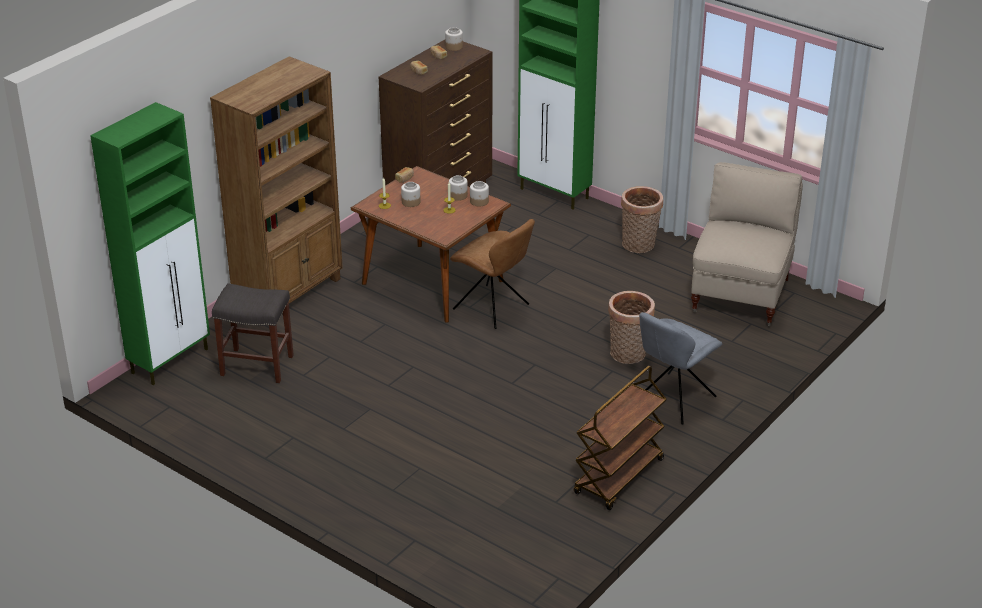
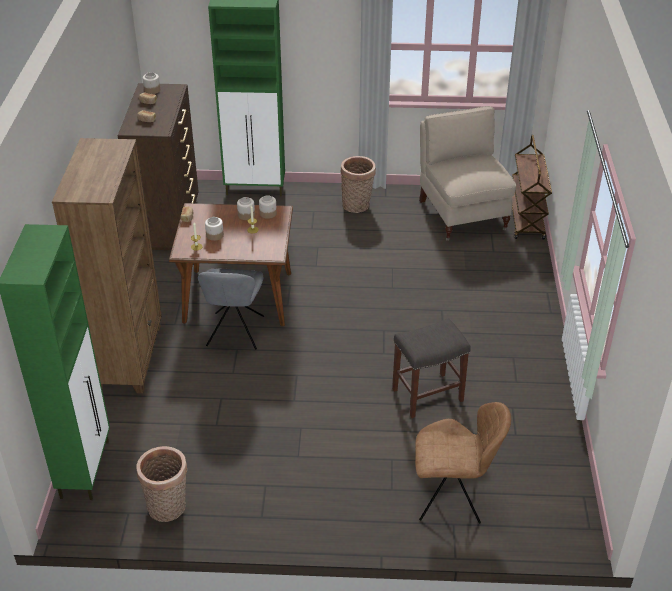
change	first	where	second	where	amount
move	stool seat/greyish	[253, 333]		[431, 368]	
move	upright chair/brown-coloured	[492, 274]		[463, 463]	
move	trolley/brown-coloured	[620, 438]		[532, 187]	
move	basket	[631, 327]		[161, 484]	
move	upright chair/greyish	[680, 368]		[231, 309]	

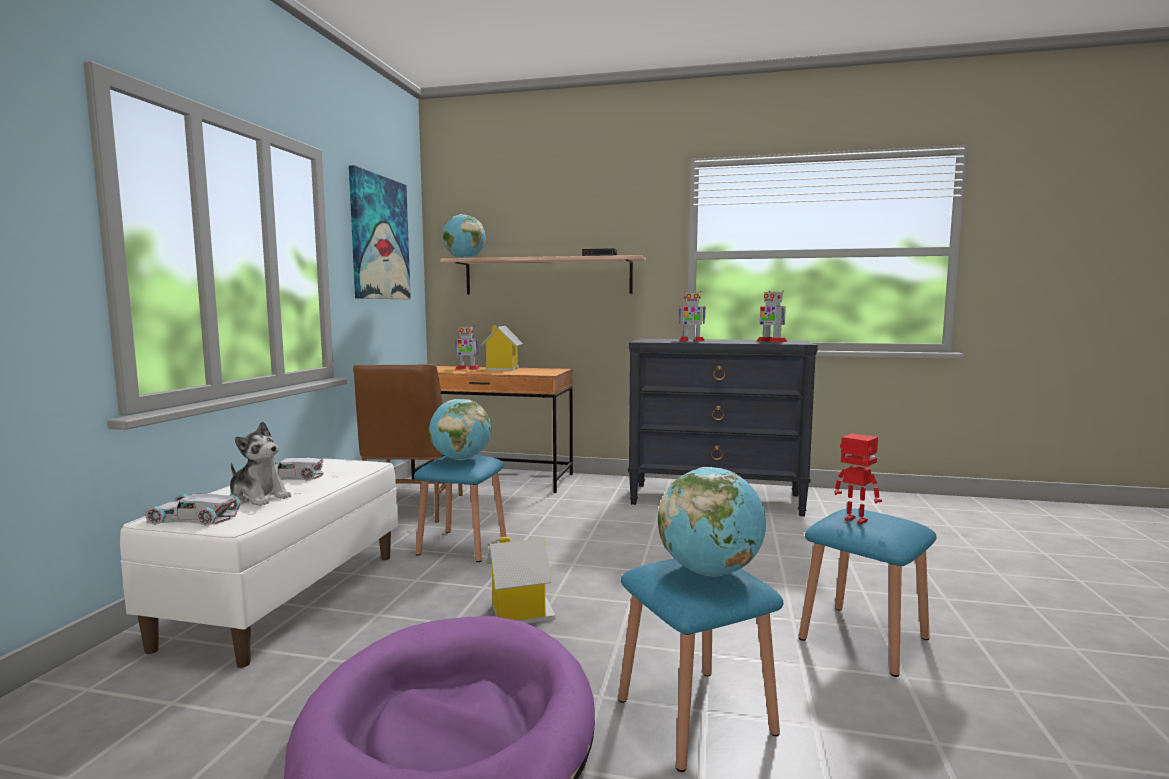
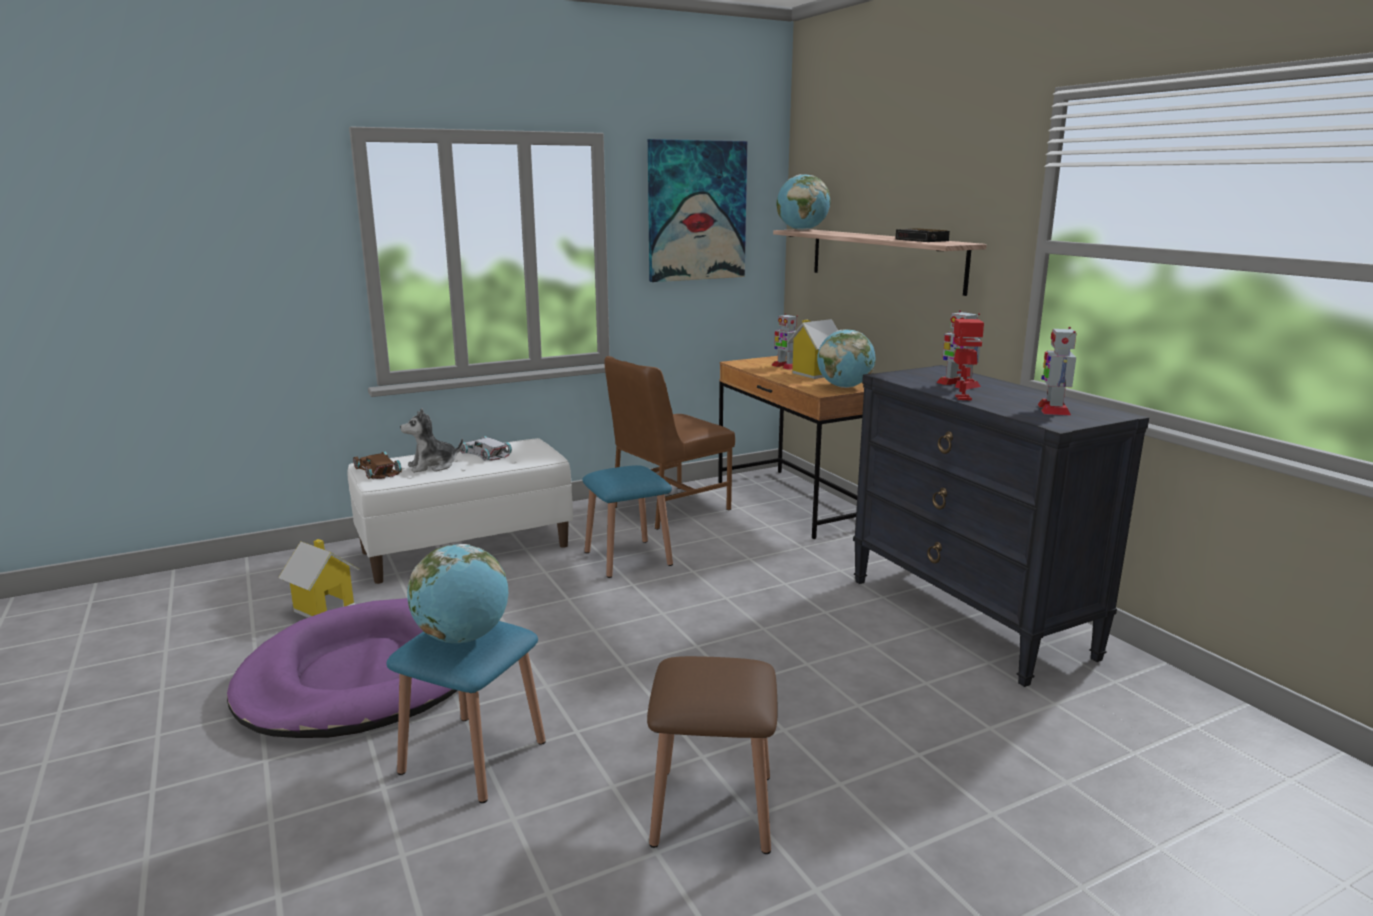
change	first	where	second	where	amount
recolor	toy car/white	[193, 510]	toy car/brown-coloured	[377, 465]	
rotate	plush toy	[260, 463]		[431, 440]	75 degrees clockwise
move	desk globe	[460, 429]		[846, 358]	
move	toy house	[520, 580]		[318, 578]	
recolor	stool seat/blue	[868, 592]	stool seat/brown-coloured	[712, 755]	
move	model robot	[858, 478]		[969, 360]	

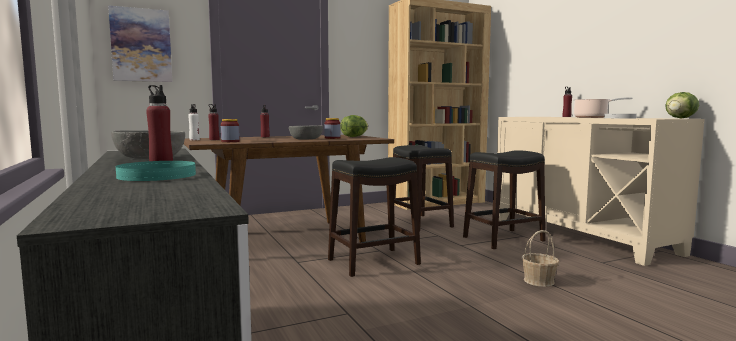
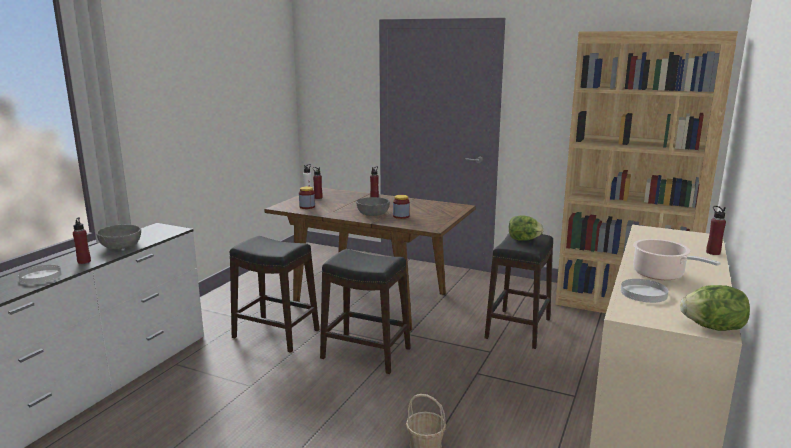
change	first	where	second	where	amount
delete	picture	[140, 43]			
recolor	flat dish/turquoise-coloured	[156, 171]	flat dish/white	[39, 274]	
move	head of lettuce	[354, 126]		[526, 228]	
move	stool seat/black	[504, 199]		[274, 294]	

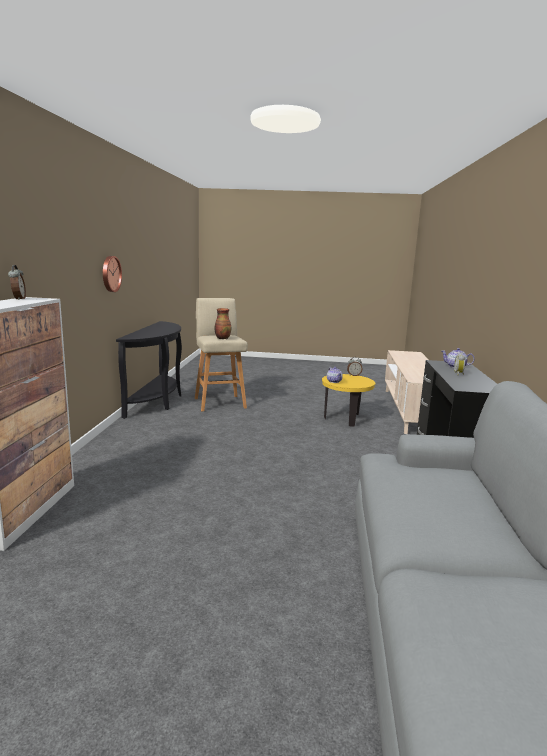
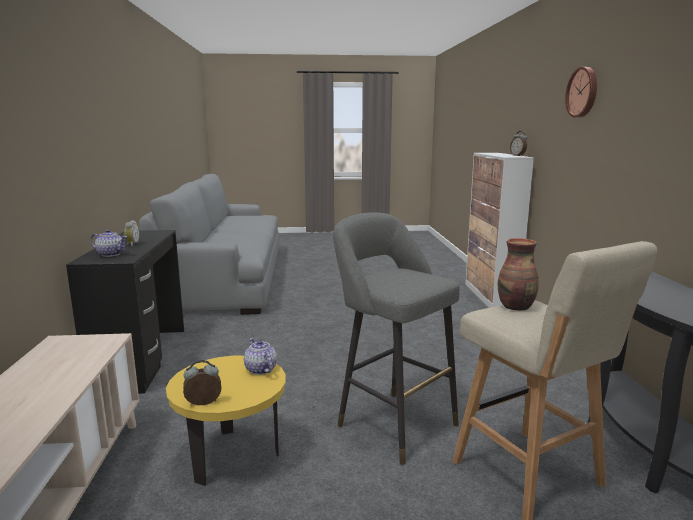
change	first	where	second	where	amount
move	clock on the wall	[112, 274]		[581, 92]	
insert			stool seat/greyish	[396, 338]	

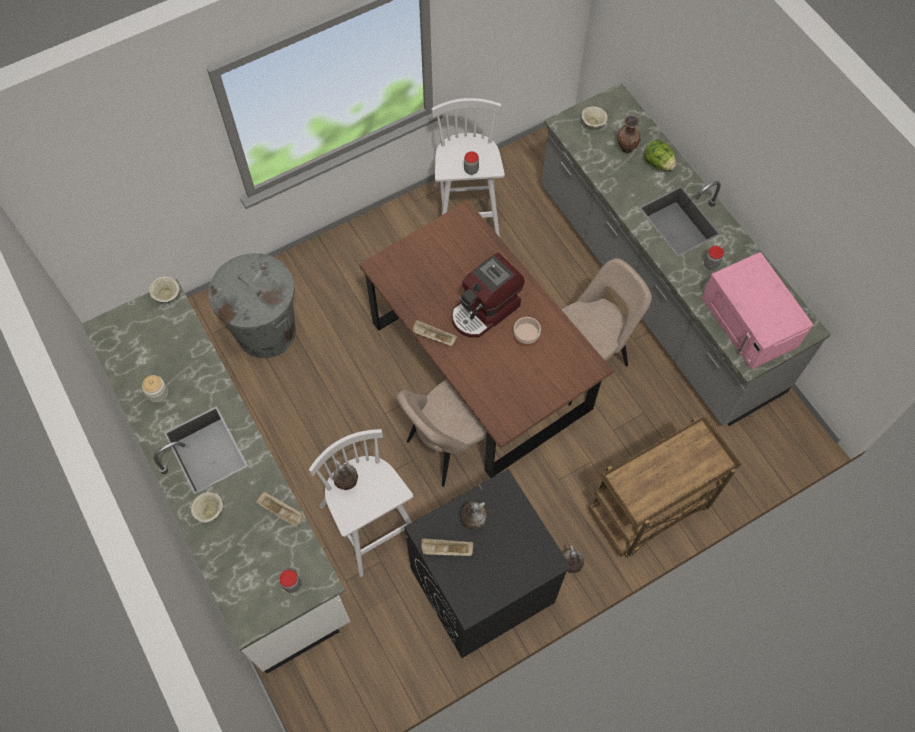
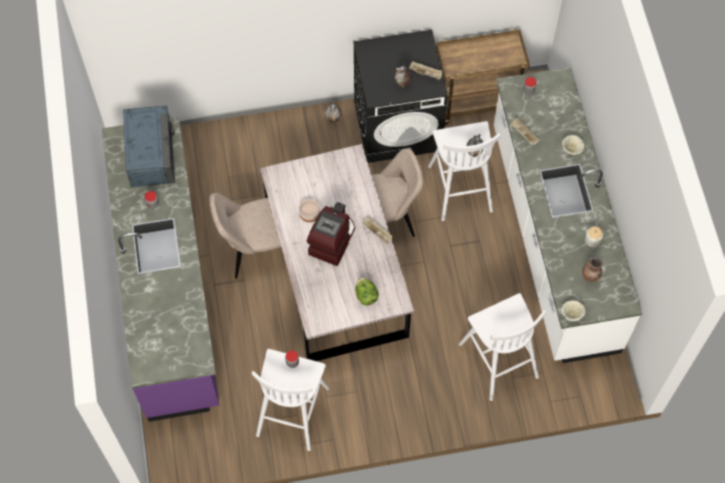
change	first	where	second	where	amount
replace	rubbish bin/greyish	[252, 305]	stool seat/white	[502, 347]	
recolor	dinner table/brown-coloured	[486, 339]	dinner table/greyish	[337, 252]	
rotate	coffee brewer	[488, 295]		[331, 234]	45 degrees counterclockwise
recolor	kitchen counter/greyish	[686, 254]	kitchen counter/purplish	[160, 269]	
delete	serving bowl/sand-coloured	[595, 117]			
move	trolley/brown-coloured	[665, 486]		[483, 77]	
move	vase/brown-coloured	[629, 134]		[592, 269]	
move	head of lettuce	[660, 155]		[367, 291]	
recolor	kitchen microwave/pink-coloured	[757, 311]	kitchen microwave/blue	[149, 146]	

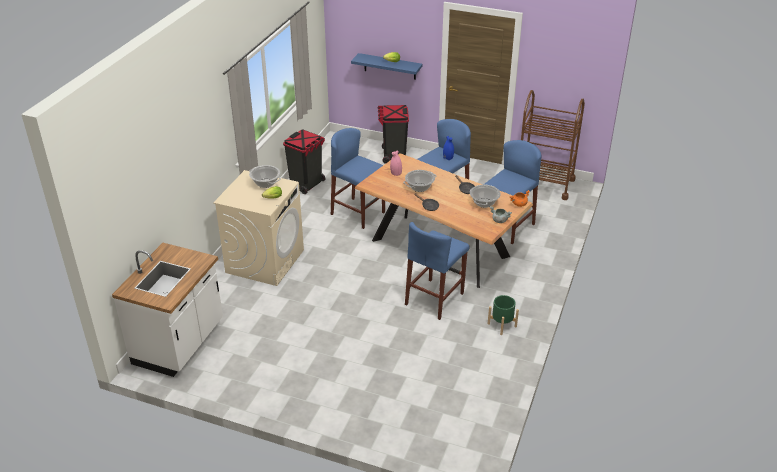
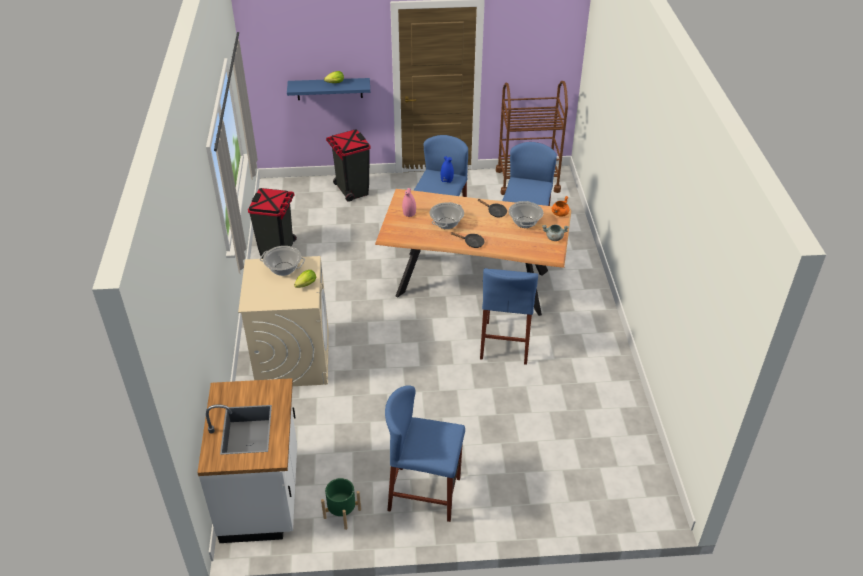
change	first	where	second	where	amount
move	stool seat/blue	[358, 178]		[425, 453]	
move	plant pot/greenish	[503, 315]		[341, 504]	

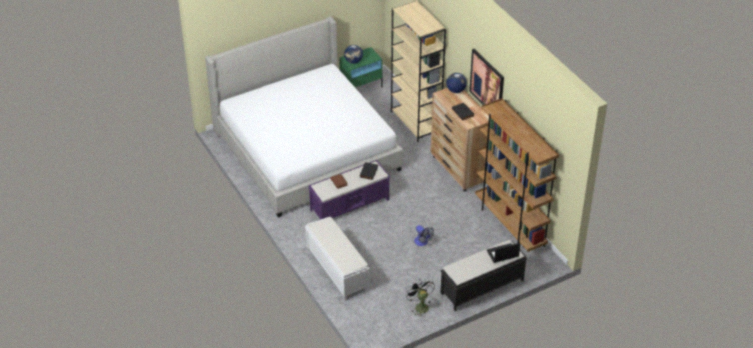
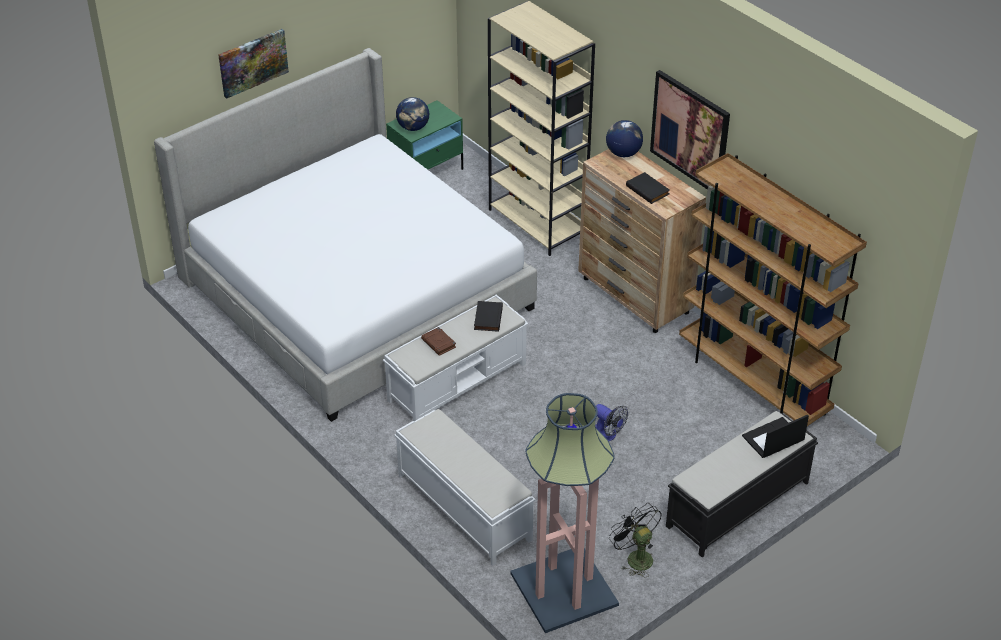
change	first	where	second	where	amount
recolor	long seat/purplish	[349, 189]	long seat/white	[455, 358]	
insert			picture	[253, 64]	
insert			standing lamp	[564, 513]	

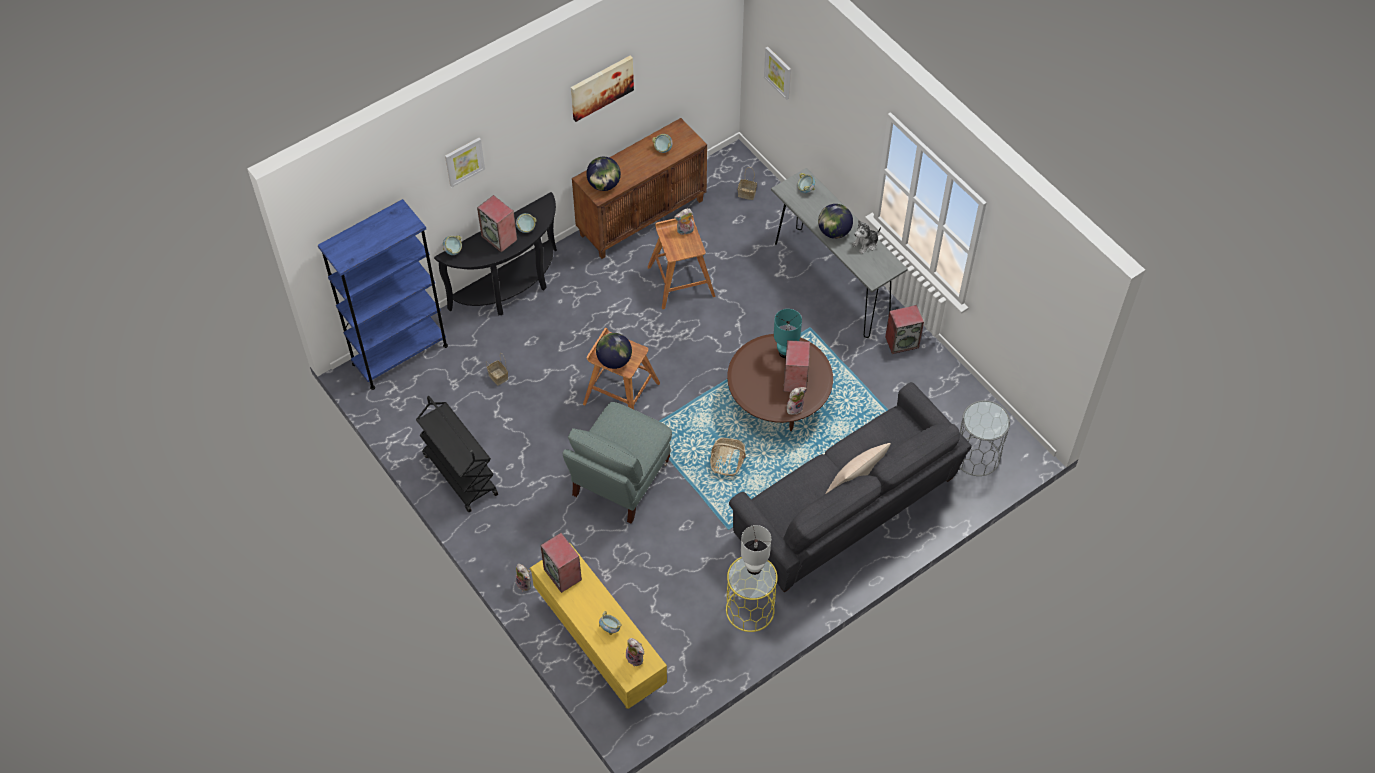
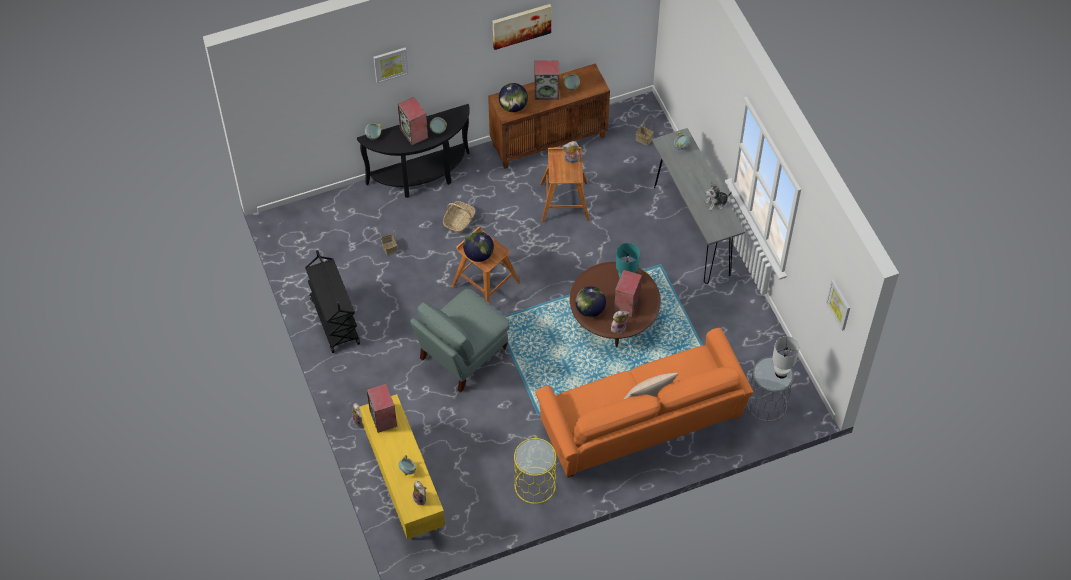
change	first	where	second	where	amount
delete	bookcase/blue	[383, 294]			
move	basket	[728, 457]		[459, 217]	
recolor	sofa/greyish	[850, 487]	sofa/orangey	[644, 403]	
move	lamp for a table/white	[756, 550]		[785, 357]	
move	picture	[777, 73]		[838, 305]	
move	desk globe	[835, 221]		[590, 302]	
move	speaker	[904, 329]		[547, 80]	

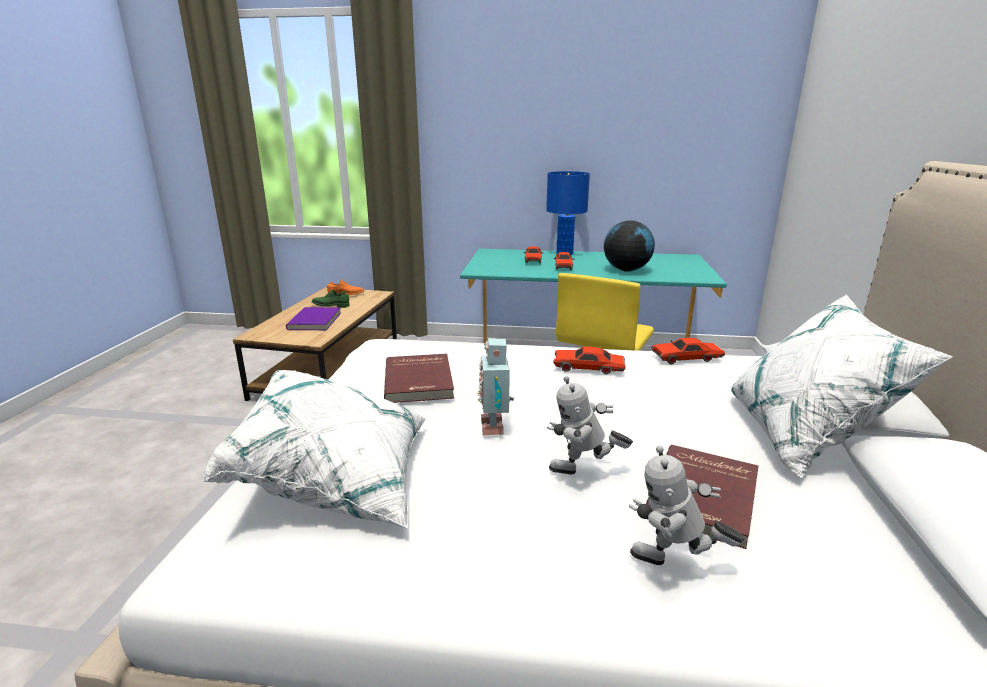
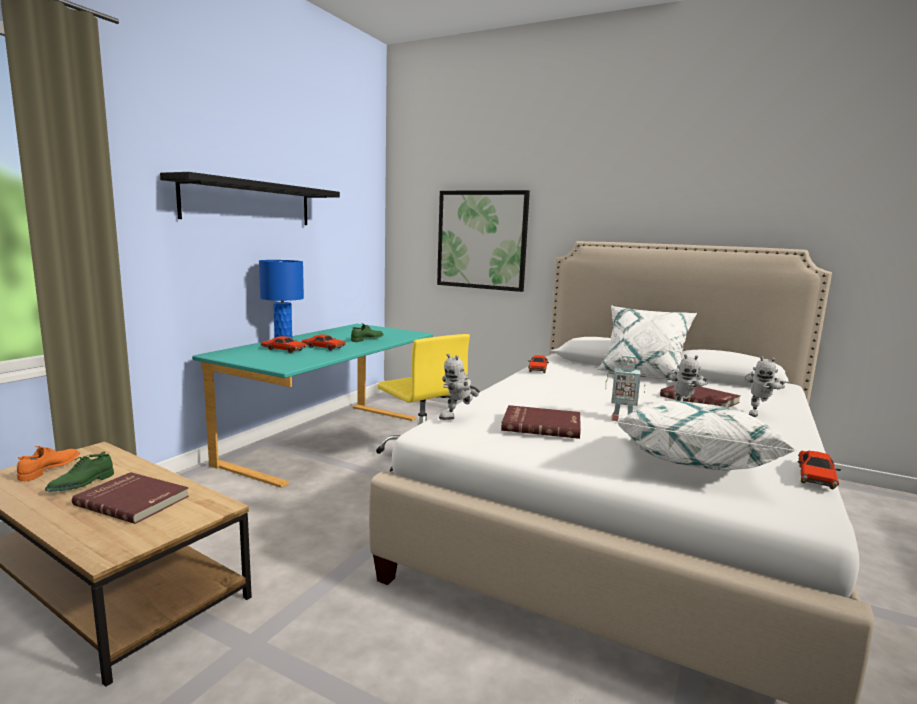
change	first	where	second	where	amount
recolor	book/purplish	[313, 318]	book/red-coloured	[130, 498]	
move	toy car/red-coloured	[589, 360]		[820, 470]	
replace	desk globe	[629, 246]	item of footwear/greenish	[367, 333]	
insert			wall shelf/black	[250, 198]	
insert			picture	[483, 241]	
insert			model robot	[459, 386]	

